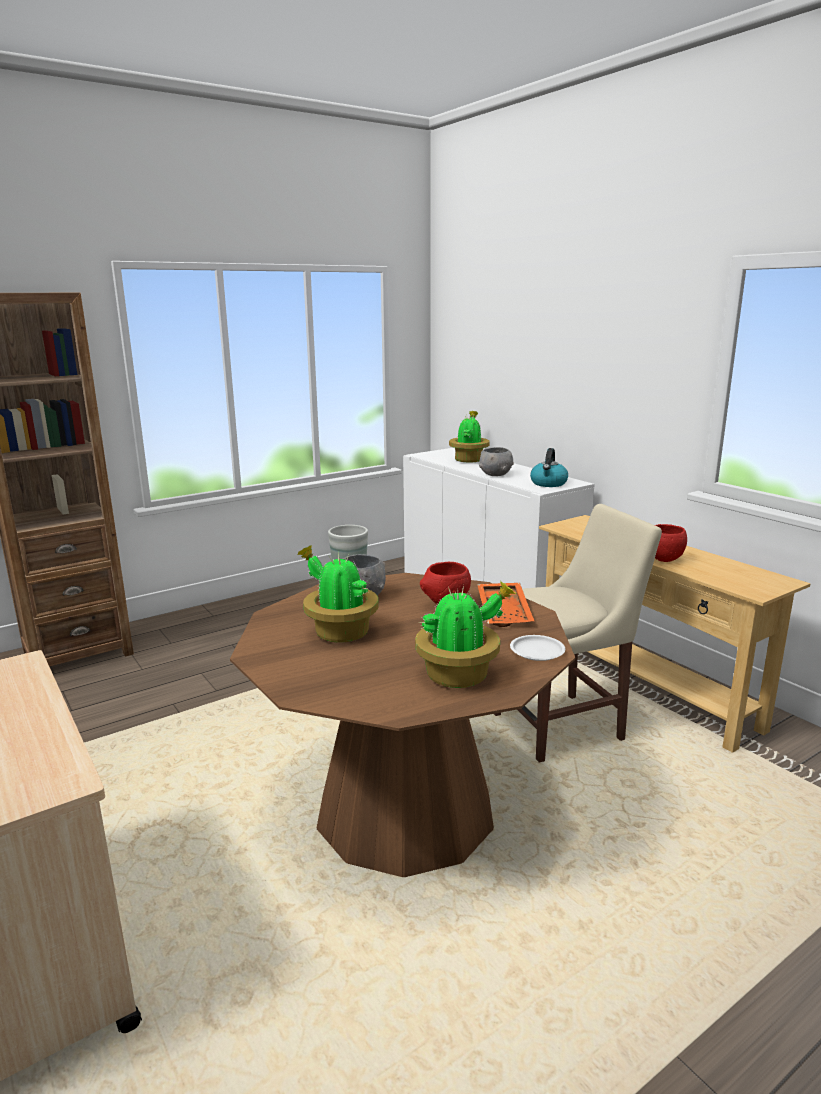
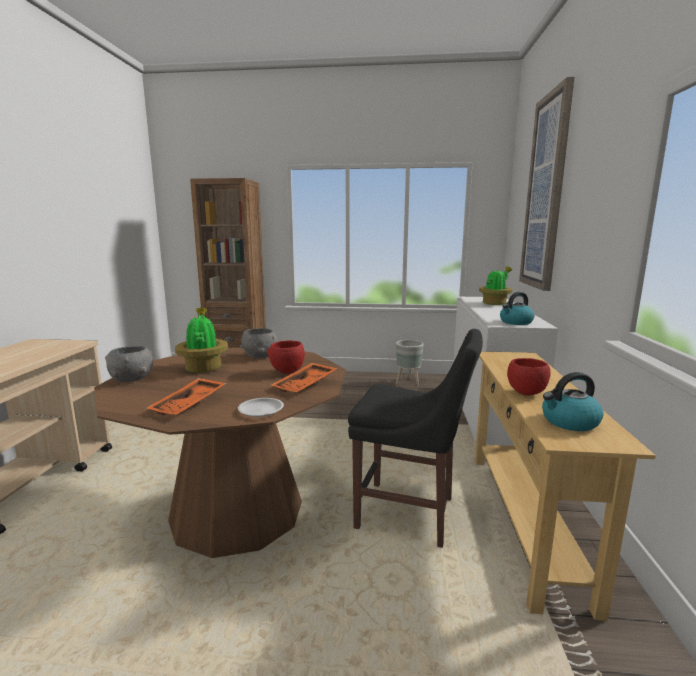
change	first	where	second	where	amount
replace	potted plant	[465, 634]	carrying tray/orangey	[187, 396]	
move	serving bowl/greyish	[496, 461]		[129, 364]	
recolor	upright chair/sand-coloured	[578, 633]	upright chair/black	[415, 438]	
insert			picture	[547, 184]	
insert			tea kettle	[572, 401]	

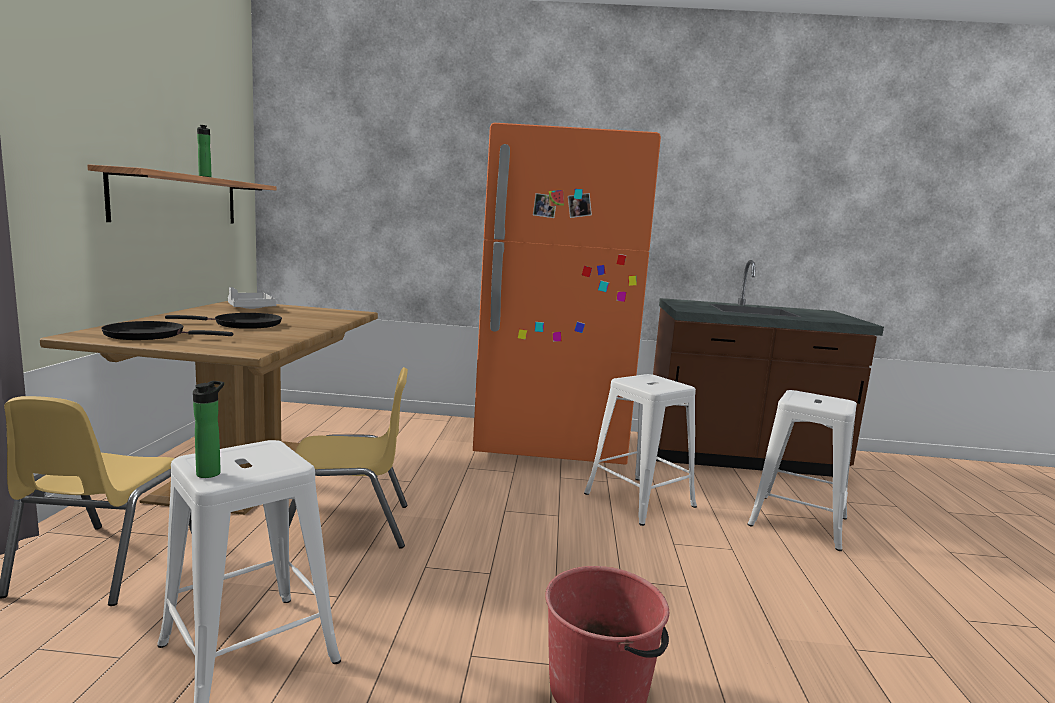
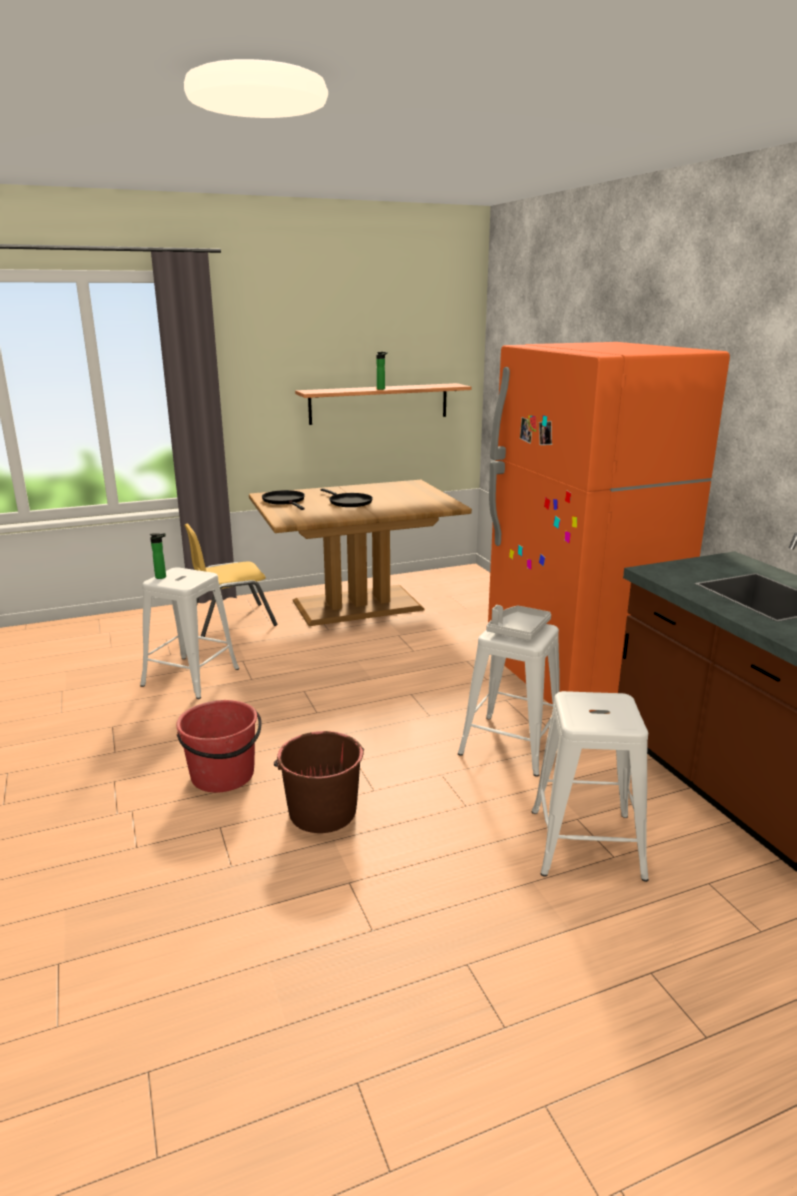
change	first	where	second	where	amount
move	carrying tray/greyish	[252, 298]		[519, 622]	
delete	upright chair/yellowish	[348, 458]			
insert			water bucket/brown-coloured	[319, 782]	

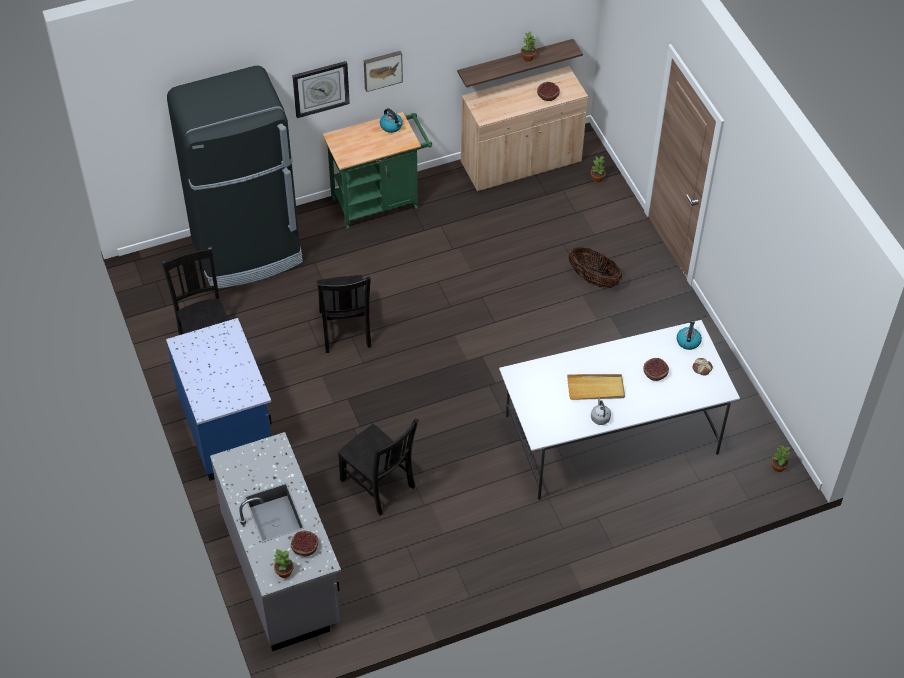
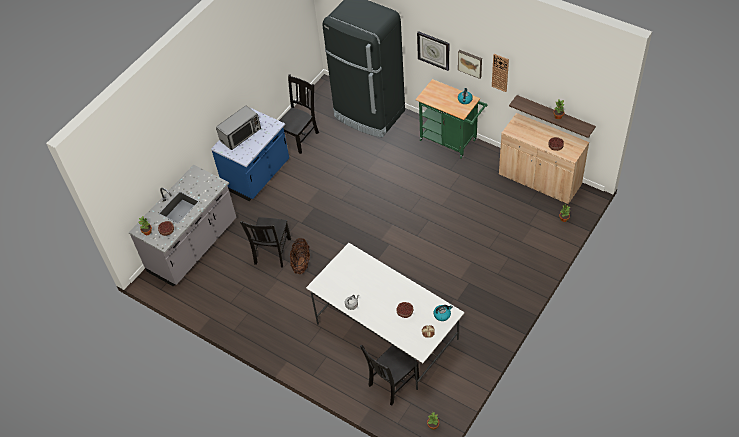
change	first	where	second	where	amount
move	upright chair/black	[344, 314]		[389, 375]	
delete	carrying tray/sand-coloured	[596, 387]			
move	basket	[595, 267]		[300, 256]	
insert			kitchen microwave	[238, 128]	
insert			clock on the wall	[500, 73]	

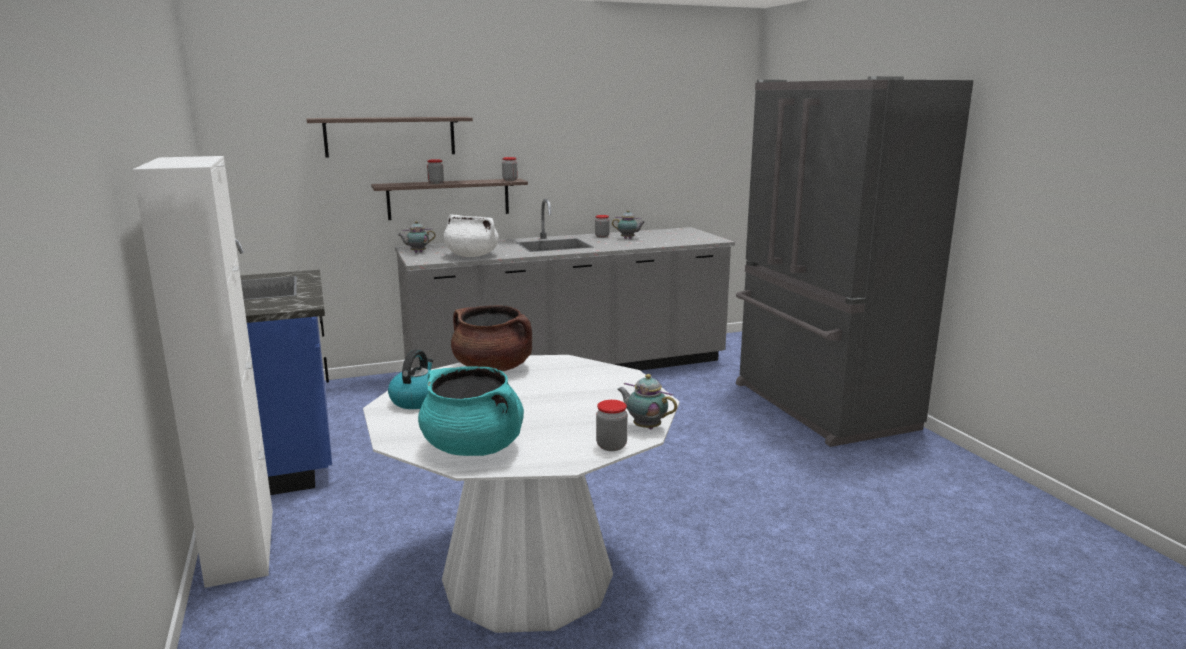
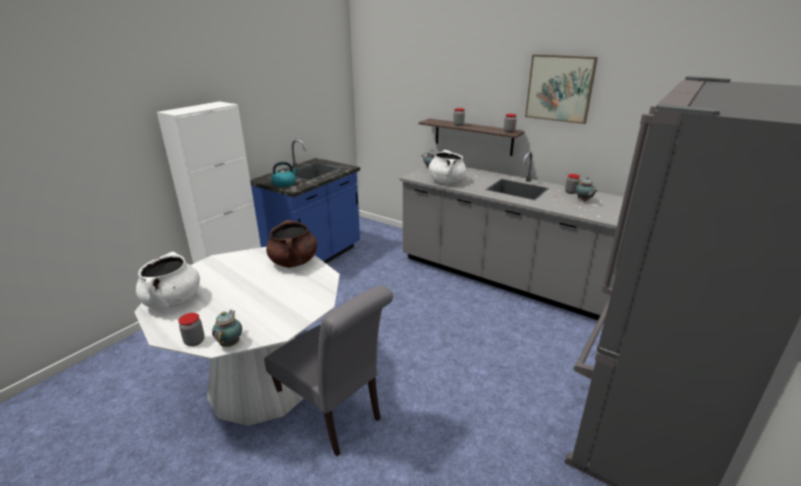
change	first	where	second	where	amount
delete	wall shelf	[389, 137]			
move	tea kettle	[410, 379]		[284, 174]	
recolor	stockpot/turquoise-coloured	[471, 411]	stockpot/white	[168, 281]	
insert			upright chair/greyish	[328, 371]	
insert			picture	[561, 89]	

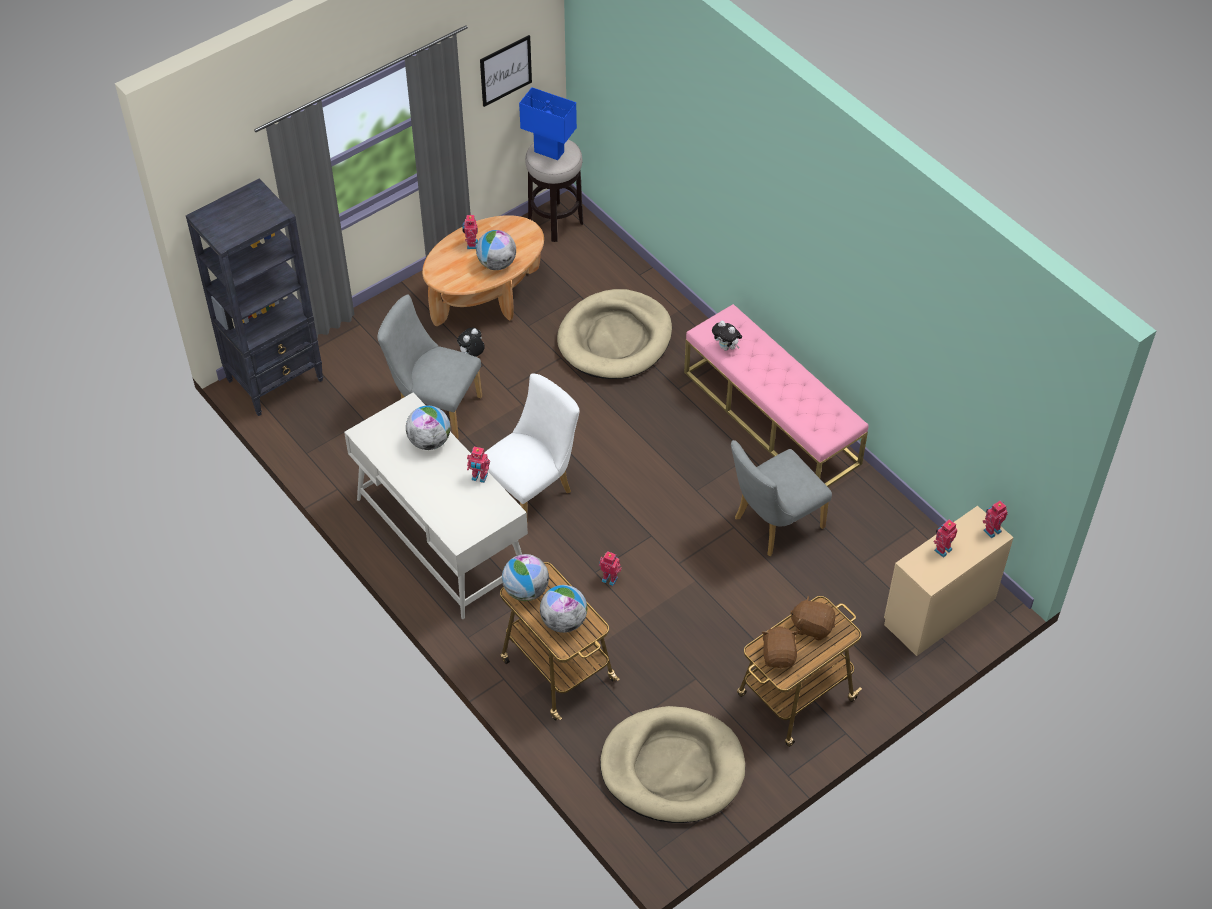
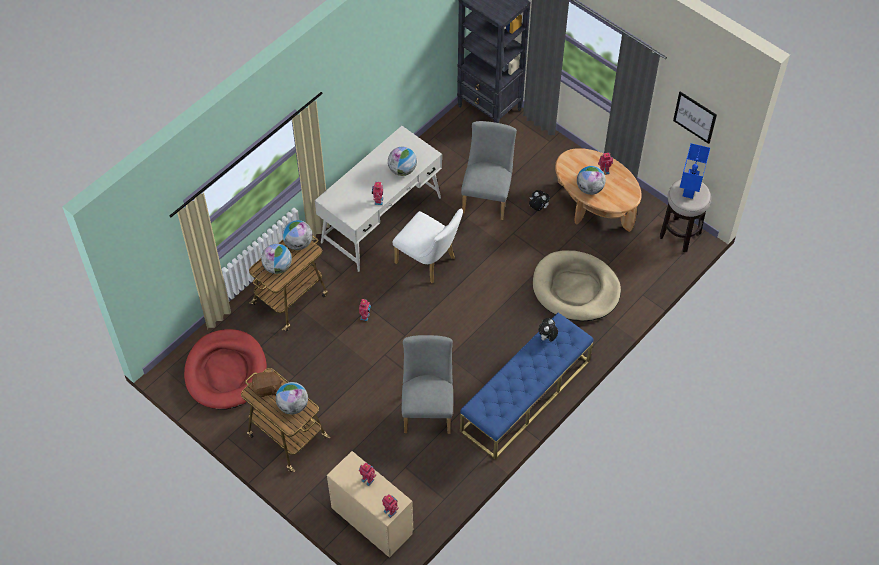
change	first	where	second	where	amount
recolor	dog bed/sand-coloured	[672, 764]	dog bed/red-coloured	[225, 369]	
recolor	long seat/pink-coloured	[776, 395]	long seat/blue	[527, 386]	
rotate	upright chair/greyish	[781, 498]		[427, 384]	45 degrees clockwise
replace	plush toy/brown-coloured	[813, 618]	desk globe	[292, 398]	

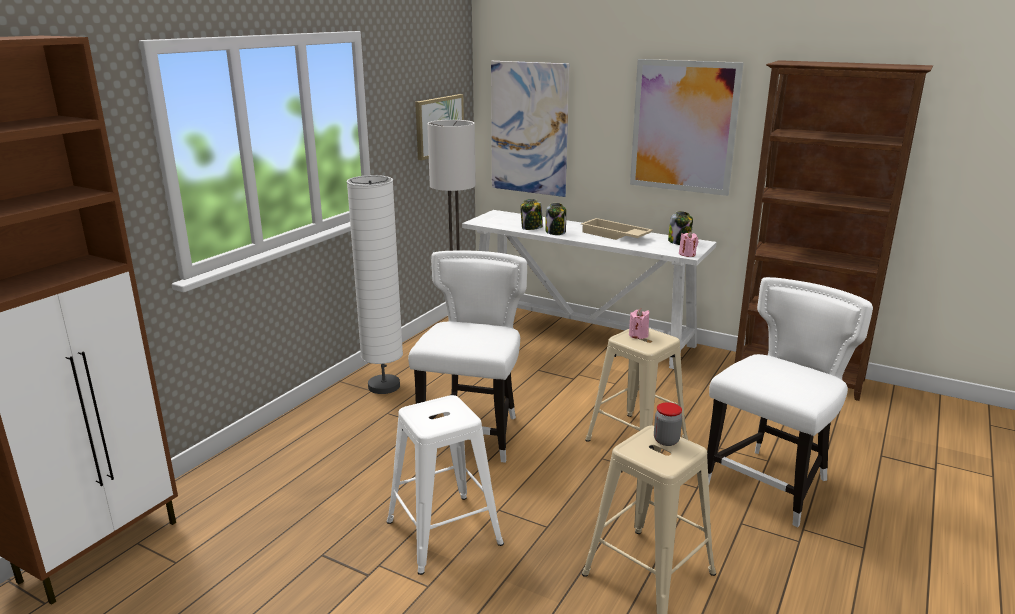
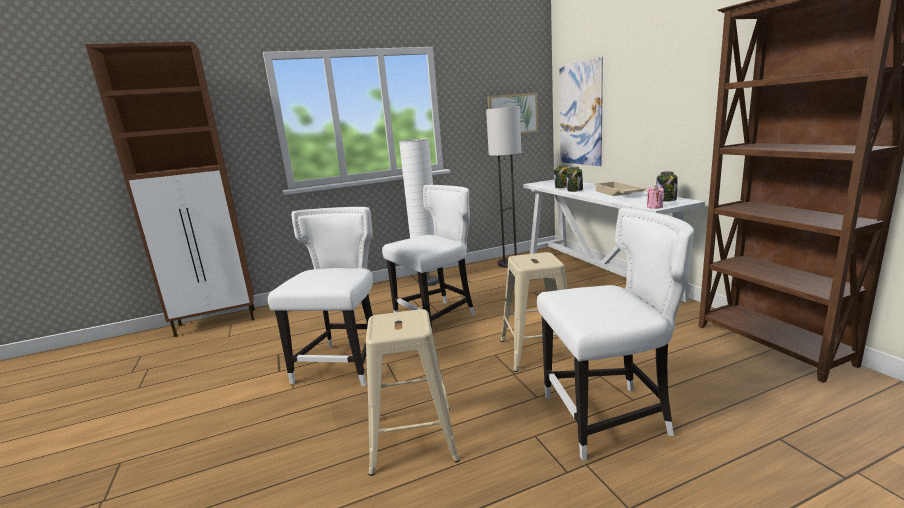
change	first	where	second	where	amount
replace	stool seat/white	[445, 485]	upright chair/white	[320, 296]	
delete	candle/pink-coloured	[639, 323]			
delete	picture	[687, 127]			
delete	jar	[668, 424]			

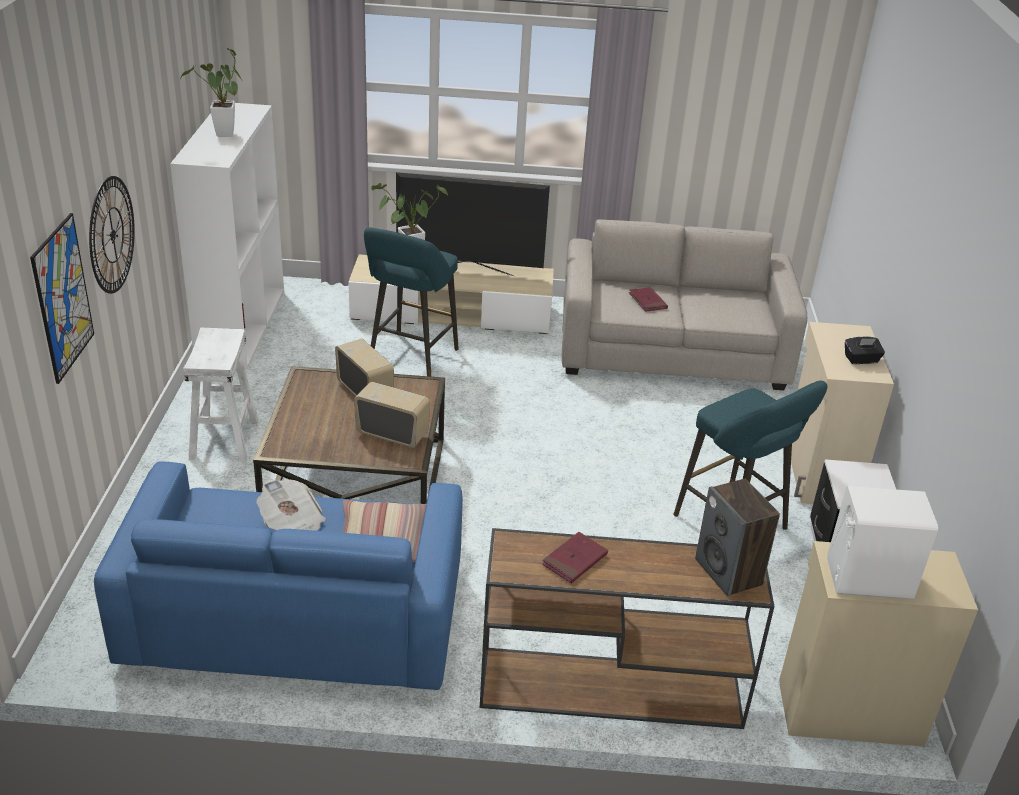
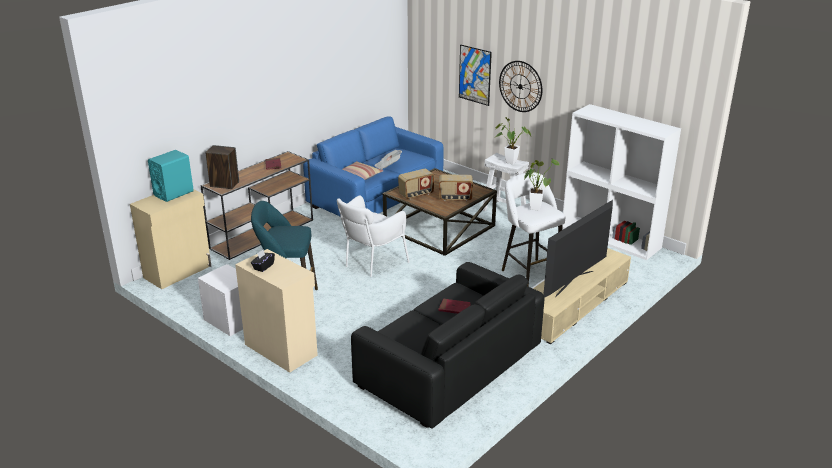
change	first	where	second	where	amount
move	potted plant	[211, 92]		[513, 140]	
recolor	stool seat/turquoise-coloured	[411, 302]	stool seat/white	[533, 229]	
recolor	sofa/sand-coloured	[684, 304]	sofa/black	[447, 345]	
recolor	speaker/white	[882, 542]	speaker/turquoise-coloured	[171, 176]	
insert			lounge chair/white	[373, 236]	

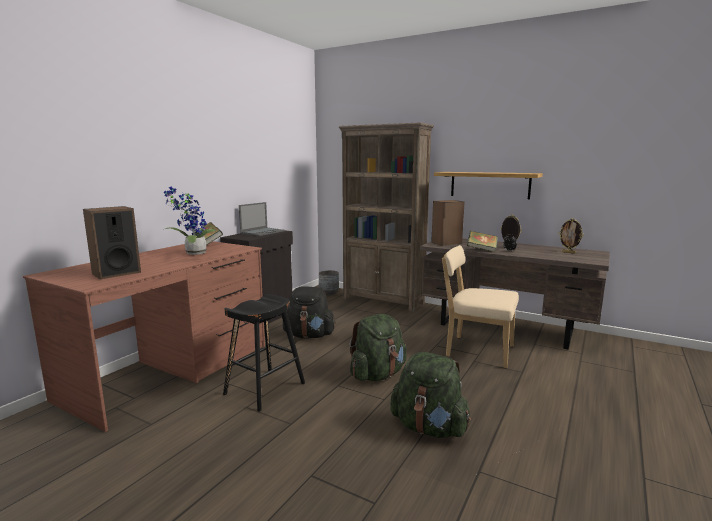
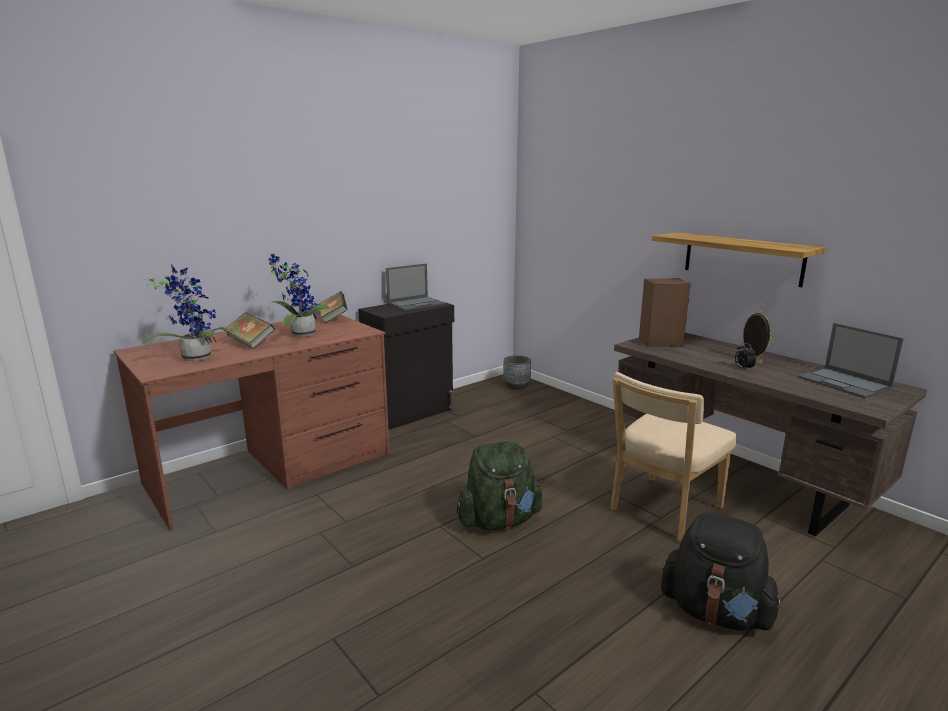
change	first	where	second	where	amount
replace	speaker	[112, 242]	potted plant	[188, 313]	
delete	stool seat/black	[264, 352]			
move	knapsack/black	[309, 312]		[722, 571]	
delete	bookcase/brown-coloured	[386, 217]			
delete	knapsack/greenish	[430, 395]			
rotate	upright chair/sand-coloured	[480, 306]		[673, 456]	90 degrees counterclockwise
move	book	[482, 241]		[250, 330]	
replace	standing frame	[571, 236]	laptop	[851, 360]	

